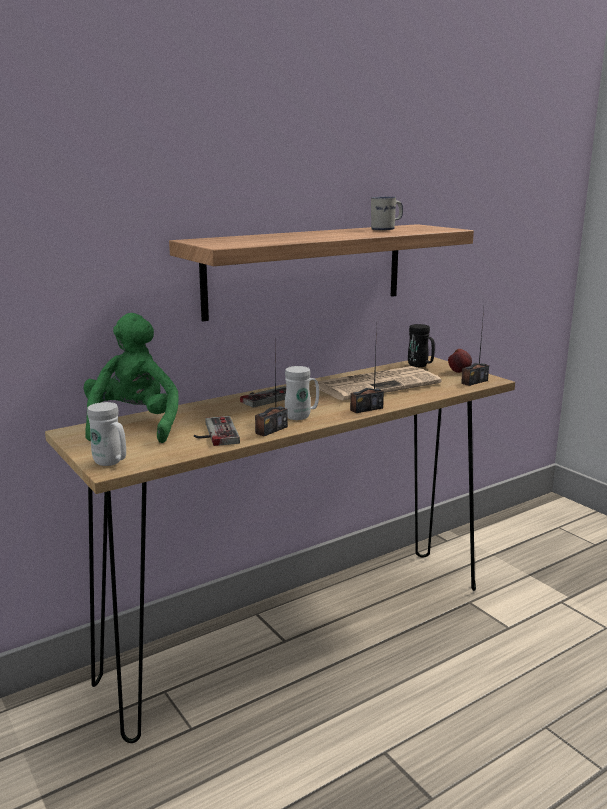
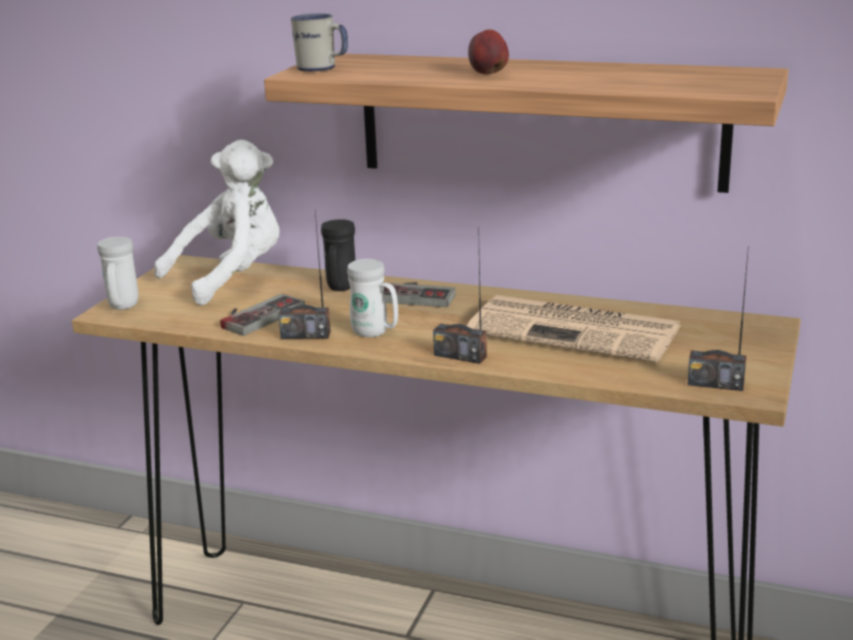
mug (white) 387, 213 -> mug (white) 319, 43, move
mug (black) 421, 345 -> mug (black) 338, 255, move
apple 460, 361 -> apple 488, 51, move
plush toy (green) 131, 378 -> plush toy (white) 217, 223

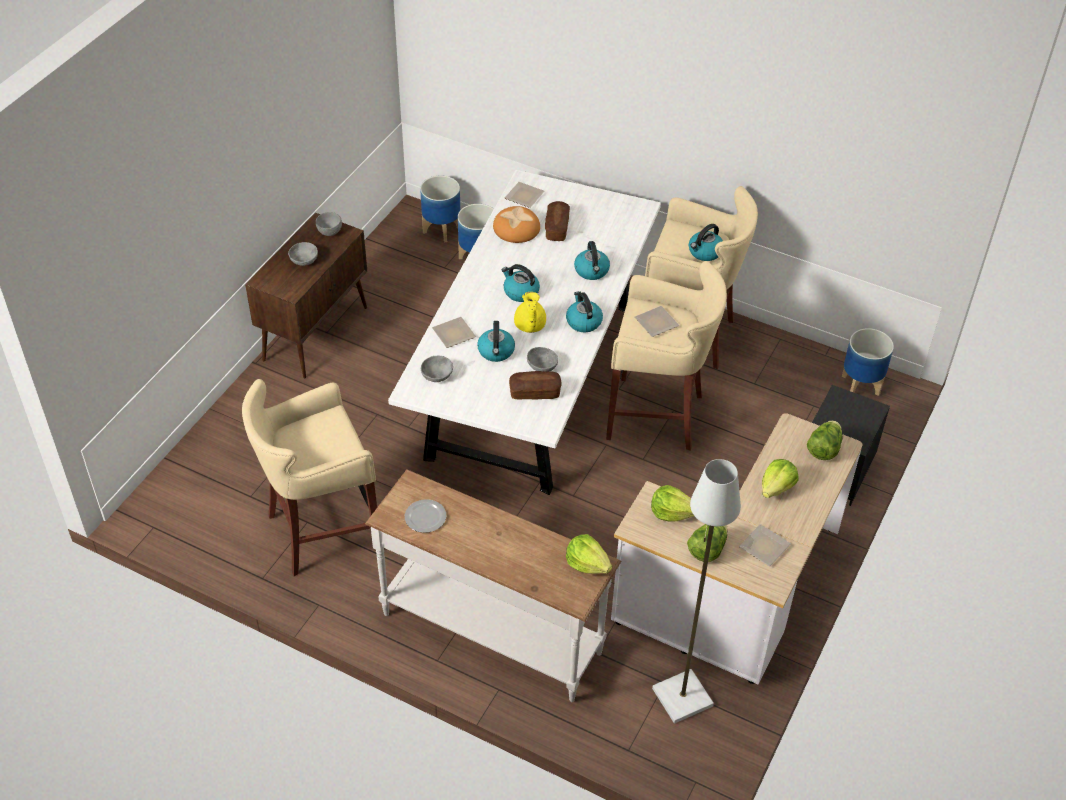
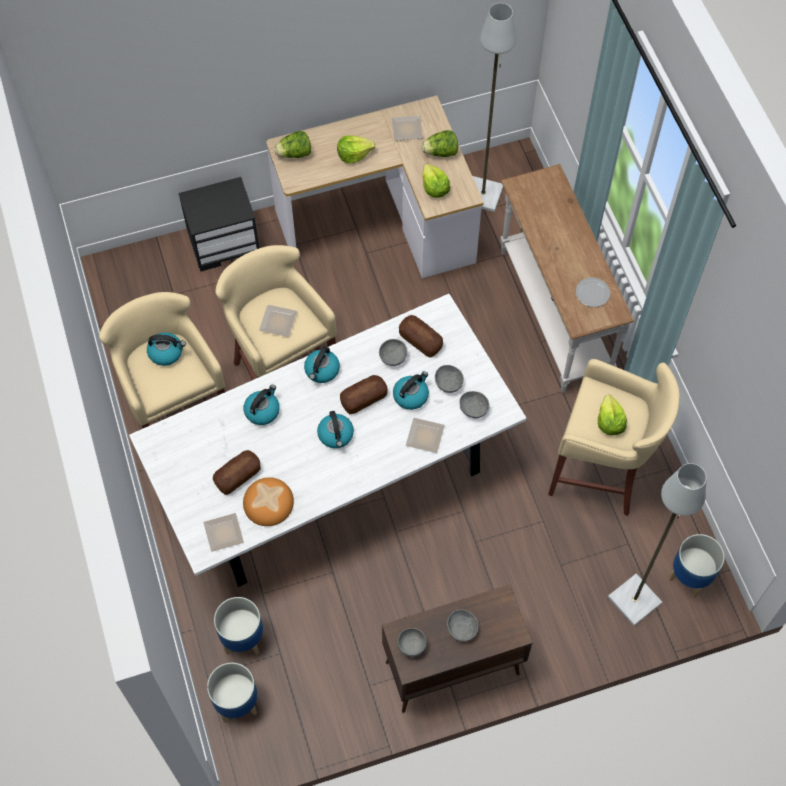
none -> bowl (grey) 449, 379
none -> floor lamp (grey) 657, 544
lettuce 589, 554 -> lettuce 612, 415, move
planter 868, 362 -> planter 697, 566, move
teapot (yellow) 530, 312 -> bread 363, 394

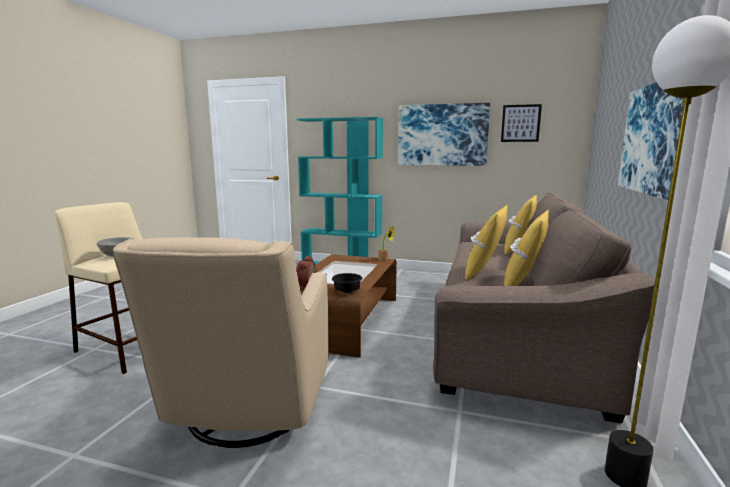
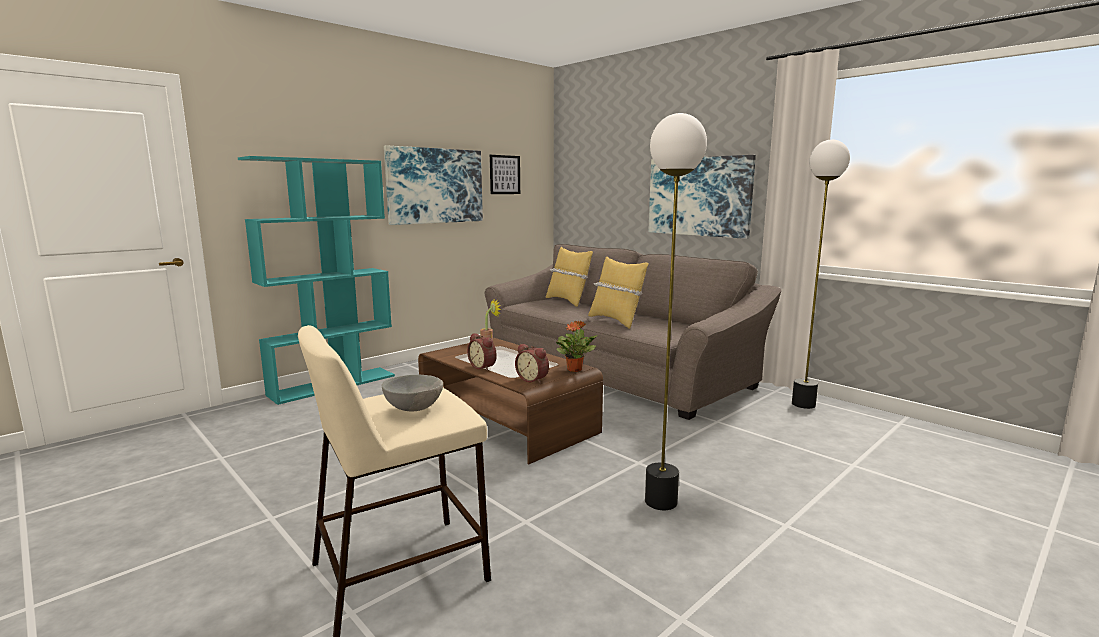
pillow (yellow) 526, 248 -> none
none -> alarm clock 482, 352
armchair (beige) 221, 342 -> floor lamp 676, 311
bowl (black) 347, 283 -> potted plant 576, 346

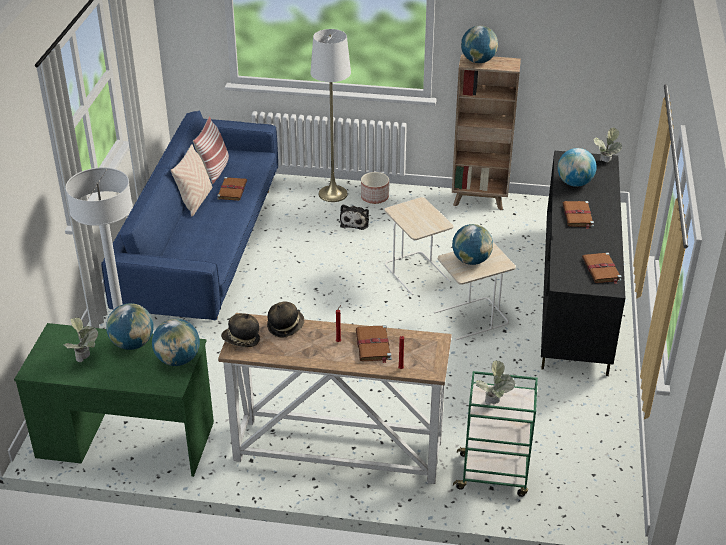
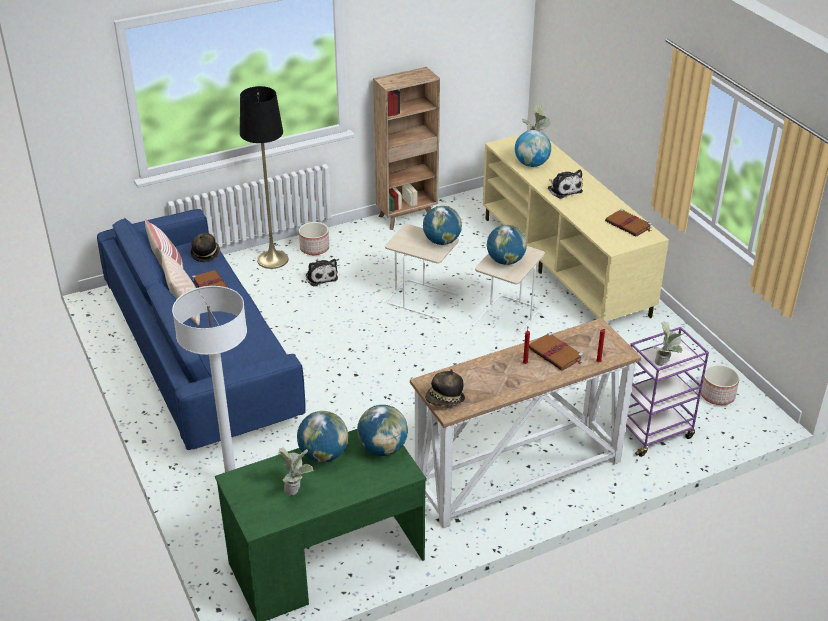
none -> planter 720, 384
hat 285, 319 -> hat 205, 247, move
globe 479, 44 -> globe 442, 225, move
book (brown) 578, 215 -> plush toy 565, 184
floor lamp (white) 331, 115 -> floor lamp (black) 264, 177
cart (green) 495, 434 -> cart (purple) 660, 392
tv stand (black) 583, 263 -> tv stand (beige) 576, 228

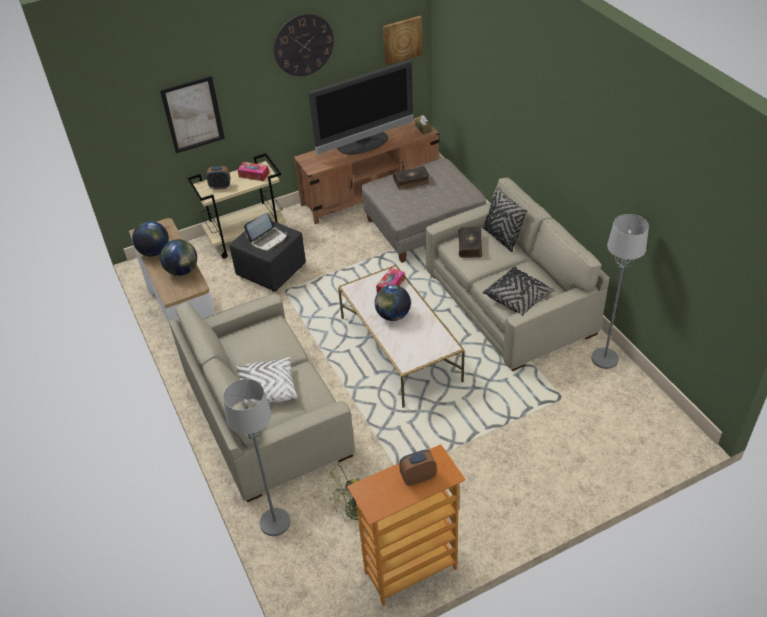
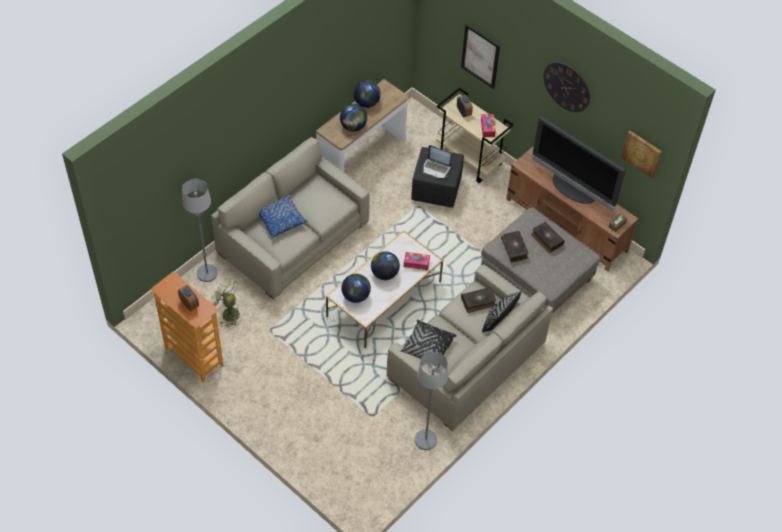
none -> globe 356, 288
none -> book 514, 247
pillow (white) 267, 381 -> pillow (blue) 283, 216

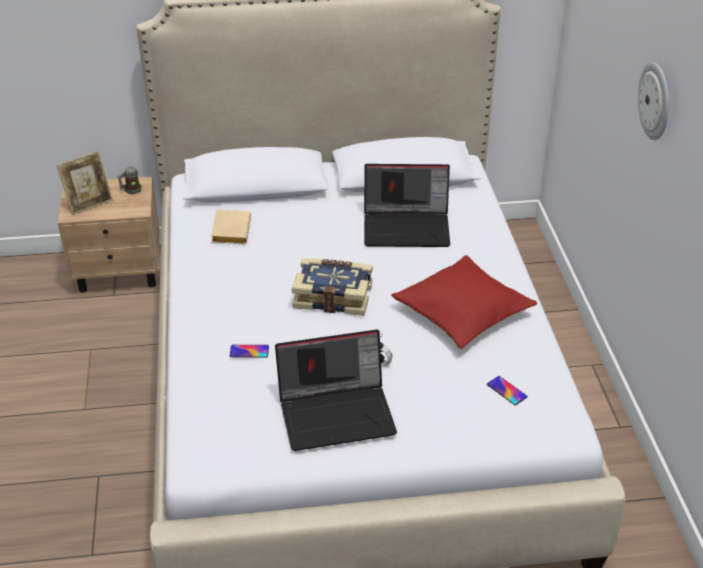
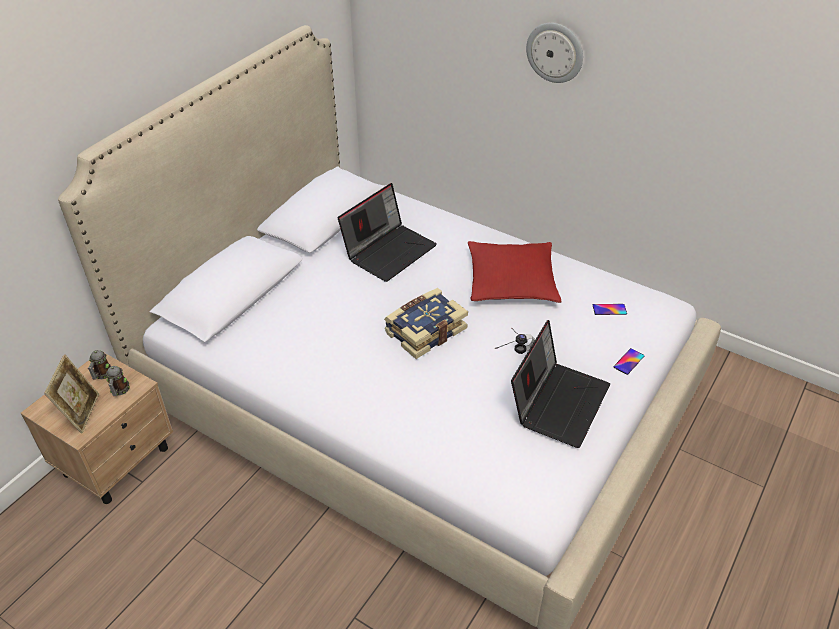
book (beige) 231, 227 -> none
none -> mug 118, 381
phone 249, 351 -> phone 629, 361, move

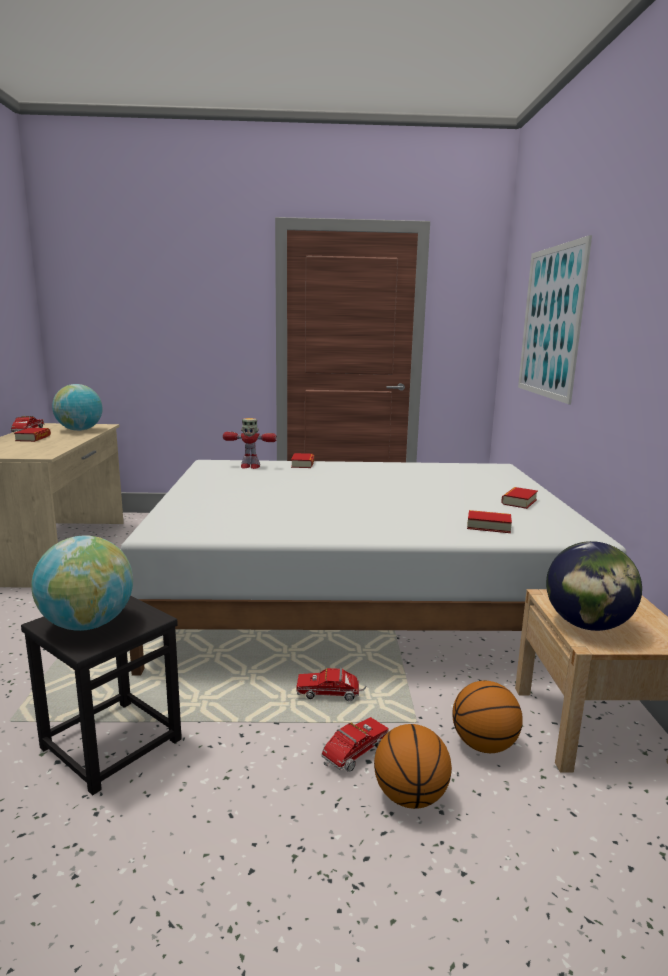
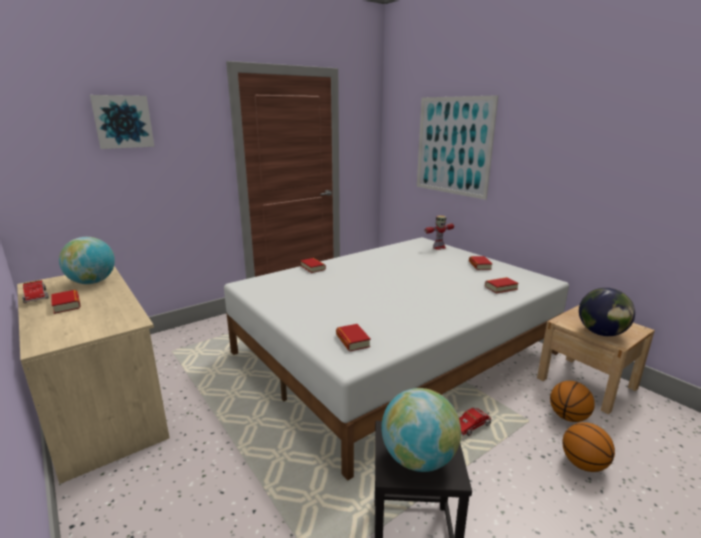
toy truck 354, 744 -> none
none -> picture 122, 122
none -> book 353, 337
toy robot 250, 443 -> toy robot 439, 232, move

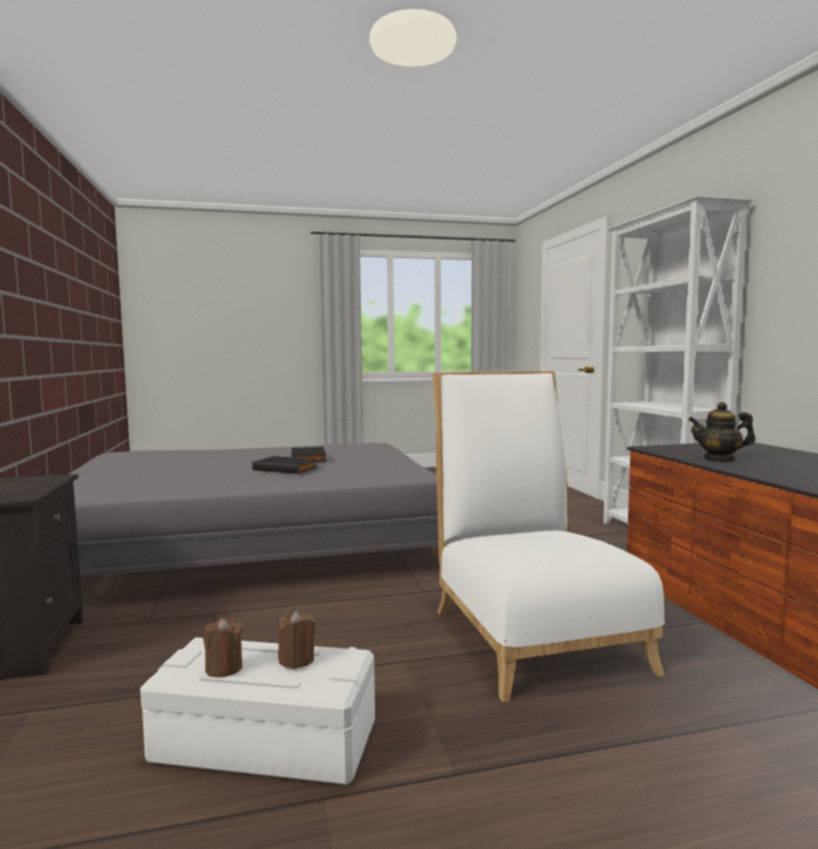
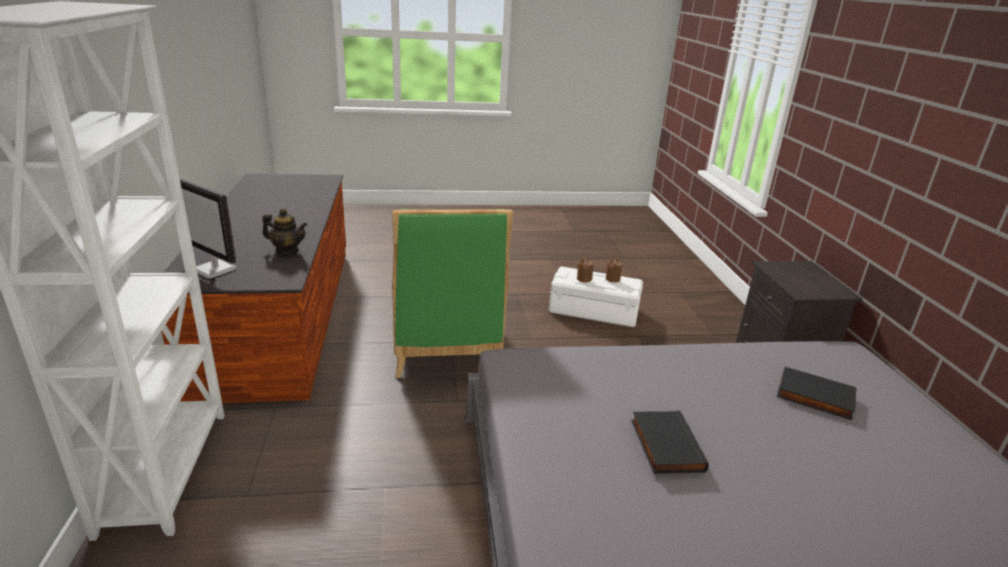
none -> monitor 208, 228
book (black) 285, 465 -> book (black) 817, 393, move
chair (white) 548, 536 -> chair (green) 452, 293

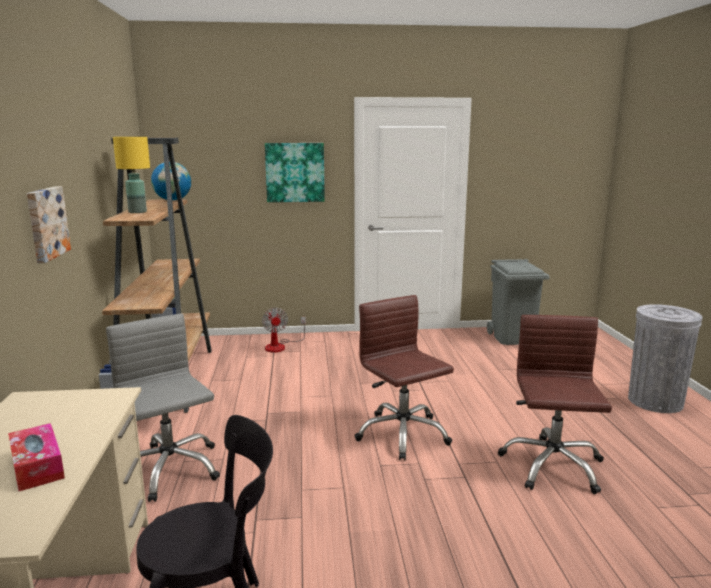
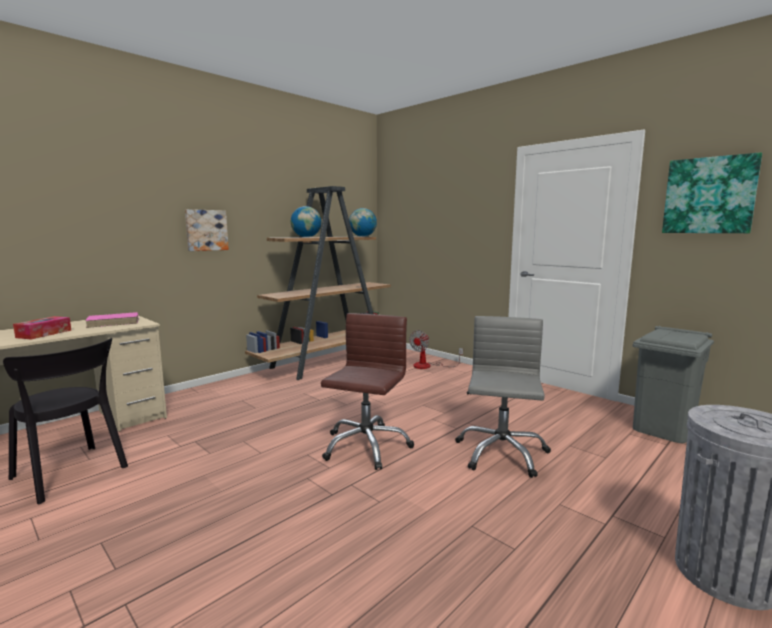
office chair (brown) 555, 404 -> none
none -> book (pink) 111, 320
office chair (grey) 163, 407 -> office chair (grey) 503, 397, move
picture 295, 172 -> picture 712, 192, move
table lamp (yellow) 131, 175 -> globe 306, 221

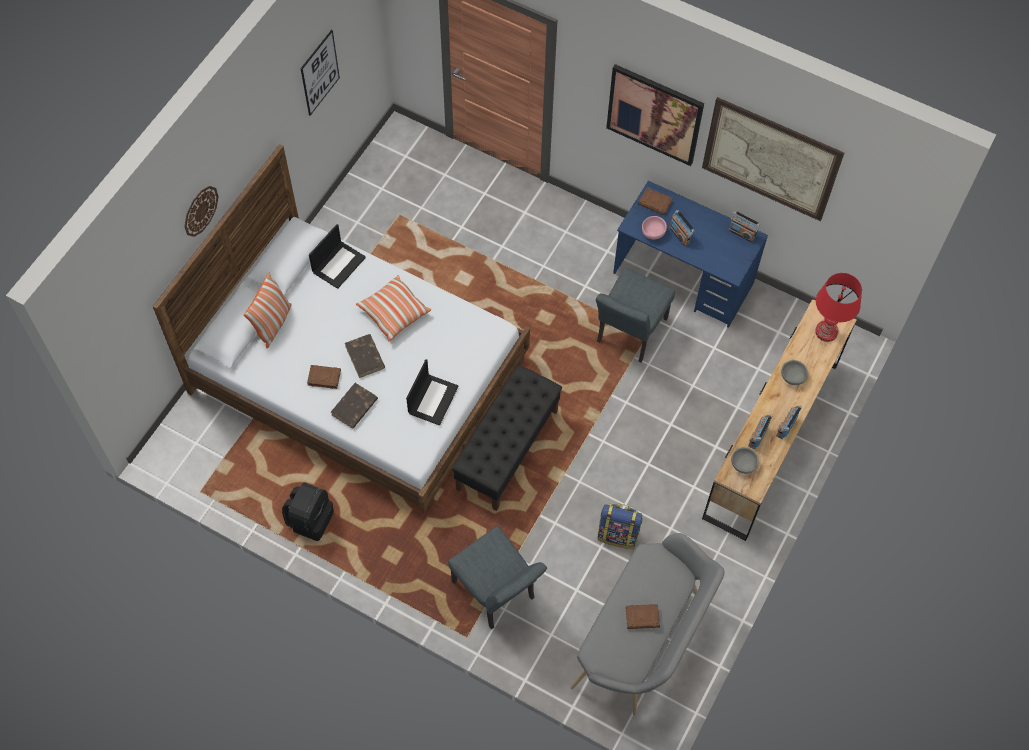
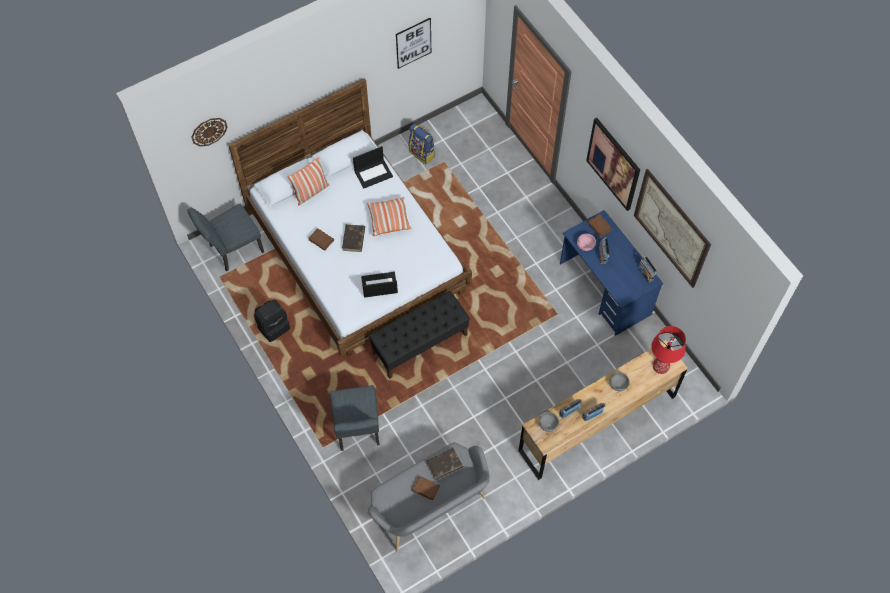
wall clock 202, 211 -> wall clock 209, 132, move
book (brown) 354, 405 -> book (brown) 444, 464, move
chair (grey) 635, 315 -> chair (grey) 225, 237, move
backpack 620, 526 -> backpack 422, 144, move
laptop 432, 392 -> laptop 379, 284, 150 degrees counterclockwise

